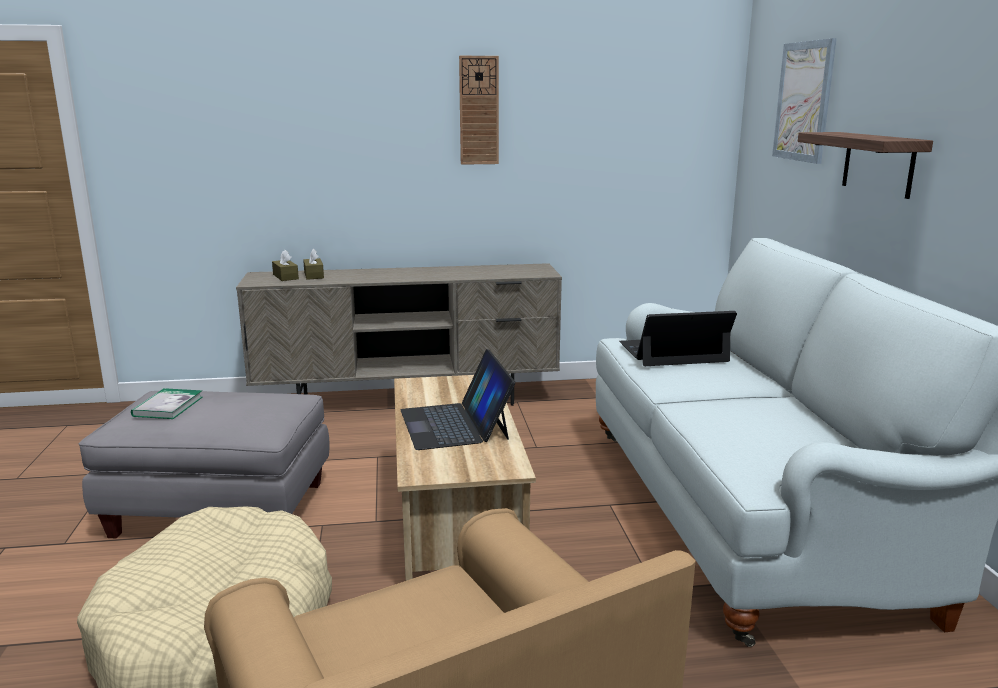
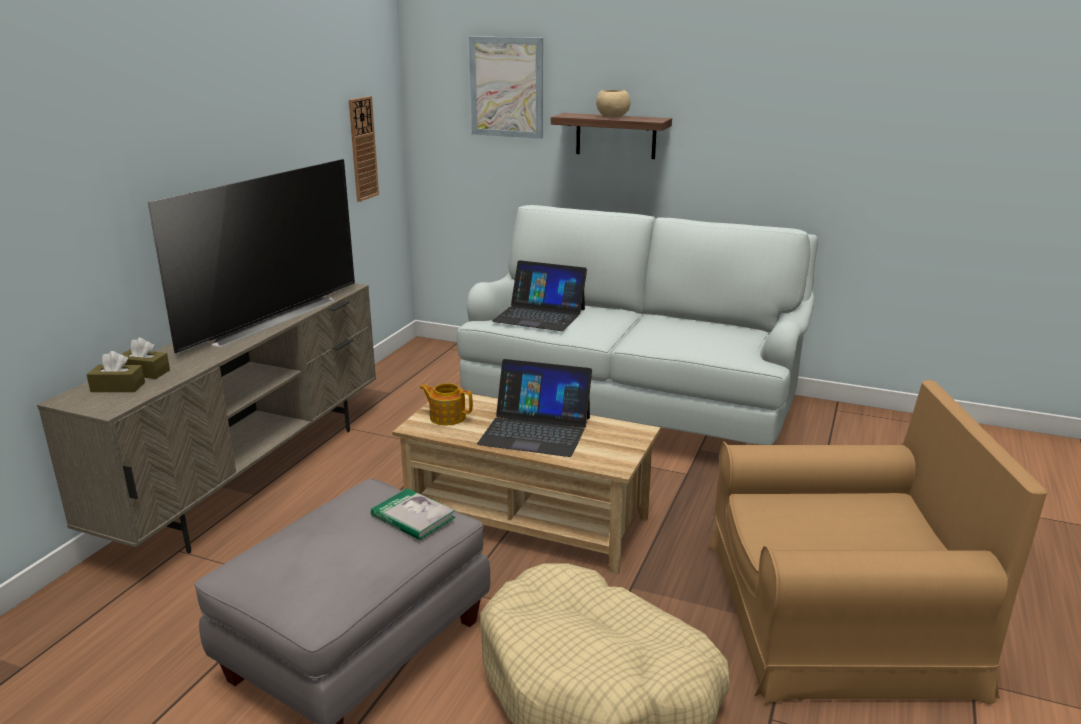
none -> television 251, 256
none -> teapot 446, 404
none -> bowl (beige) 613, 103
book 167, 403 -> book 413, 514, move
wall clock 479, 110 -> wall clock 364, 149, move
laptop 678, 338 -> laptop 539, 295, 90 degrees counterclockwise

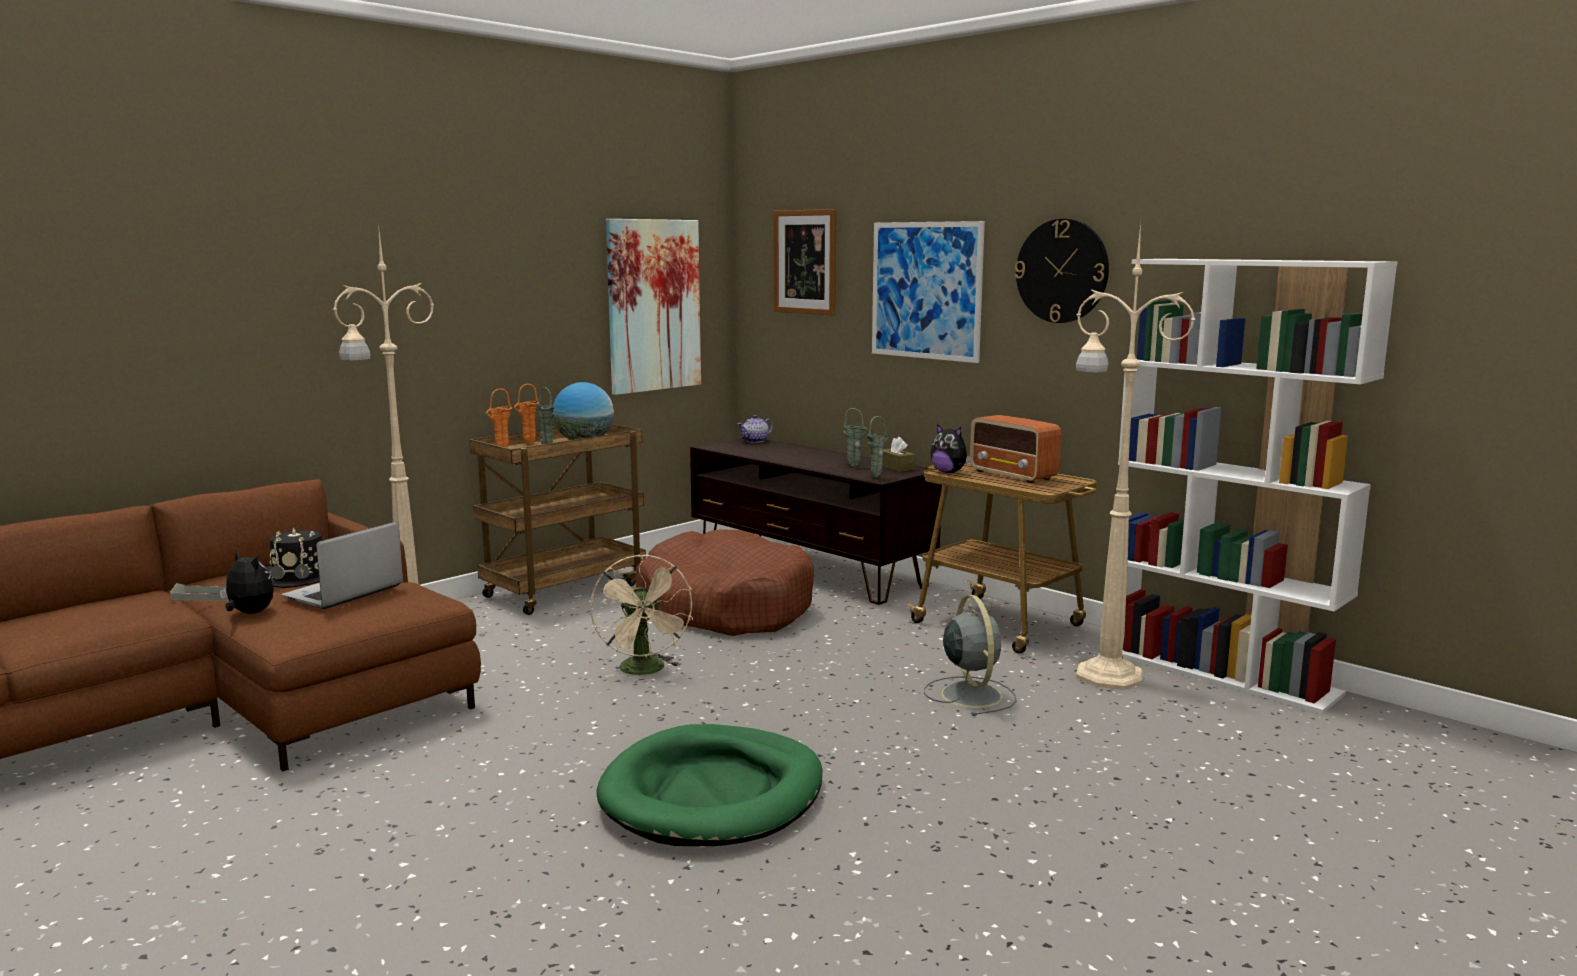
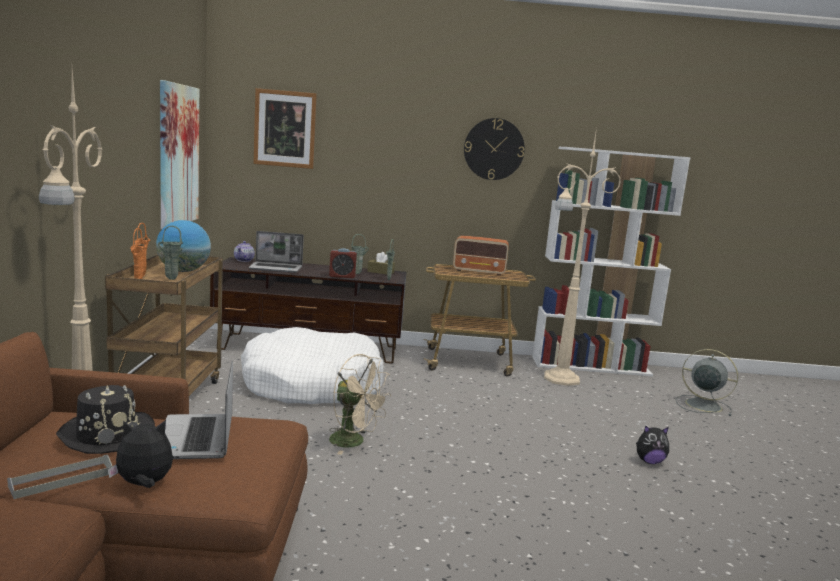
dog bed (green) 709, 785 -> none
picture 928, 292 -> none
none -> laptop 276, 252
none -> alarm clock 343, 263
fan (grey) 970, 655 -> fan (grey) 707, 382, move
plush toy 952, 448 -> plush toy 652, 444, move
dog bed (brown) 725, 582 -> dog bed (white) 312, 365

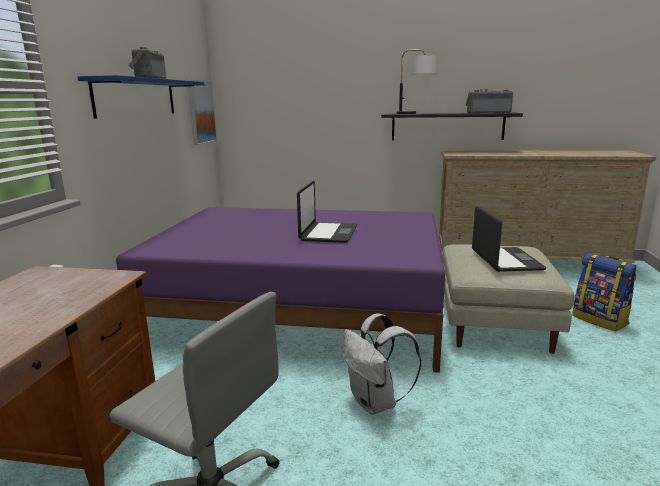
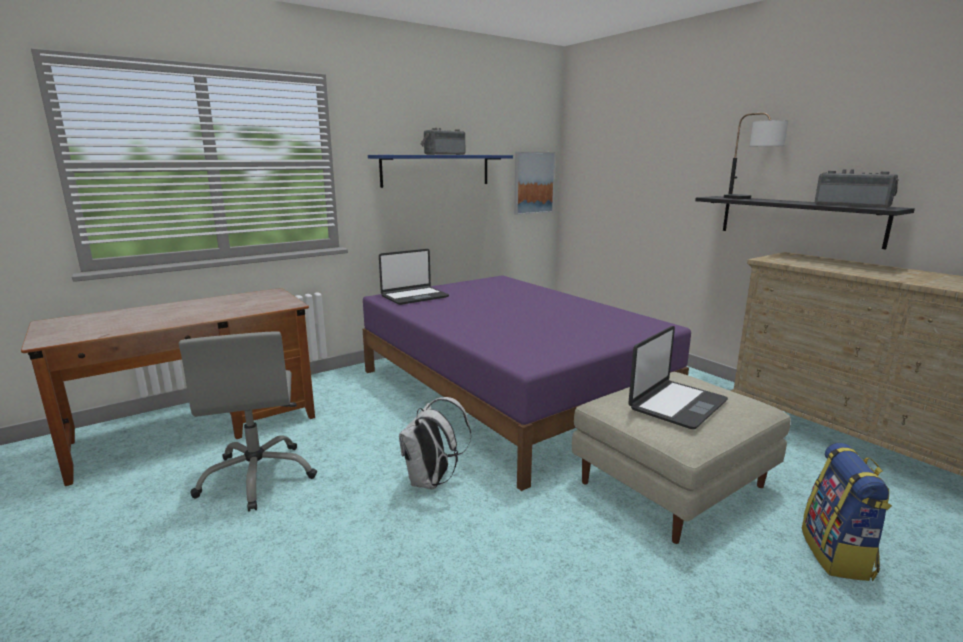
laptop 327, 212 -> laptop 414, 277, move

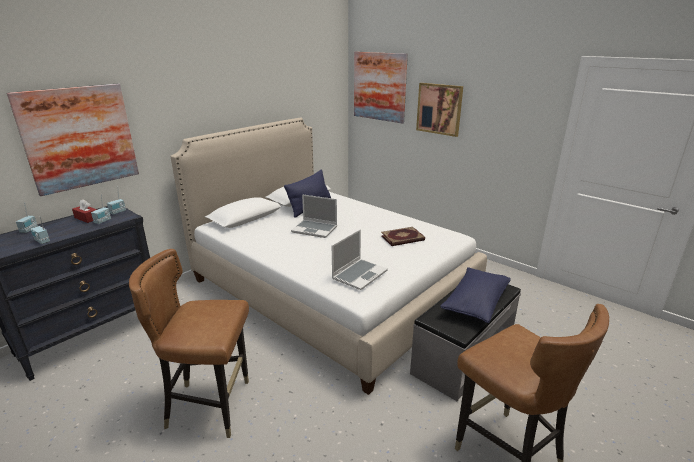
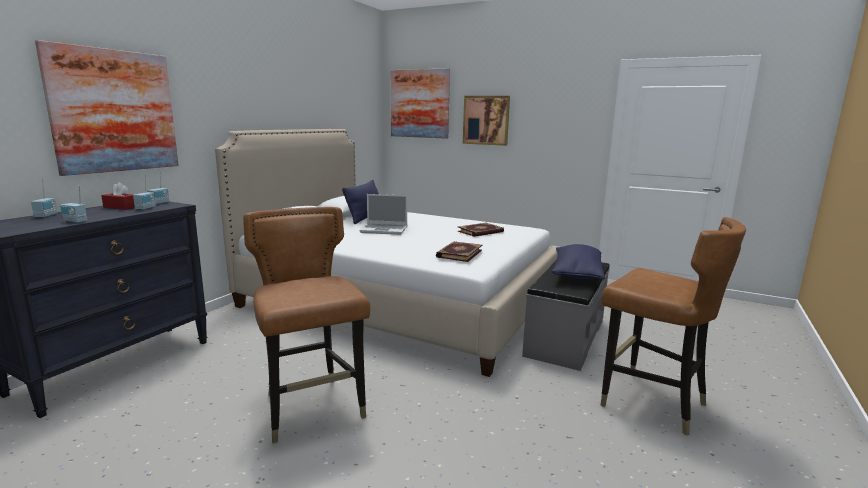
laptop 360, 259 -> book 459, 251
chair (brown) 189, 343 -> chair (brown) 306, 325, 75 degrees clockwise

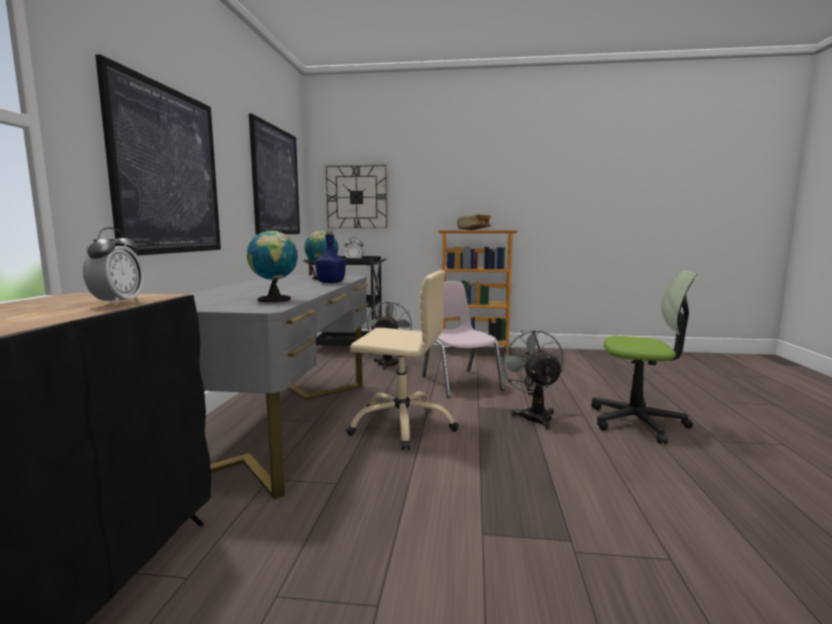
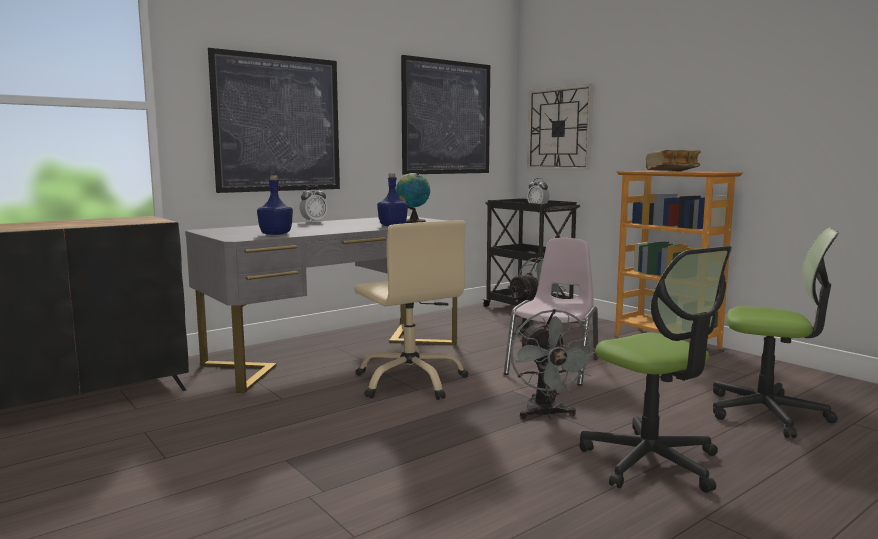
none -> office chair 776, 332
alarm clock 113, 266 -> alarm clock 314, 204, move
globe 272, 266 -> bottle (blue) 275, 205
fan (grey) 531, 380 -> fan (grey) 553, 364, 135 degrees clockwise

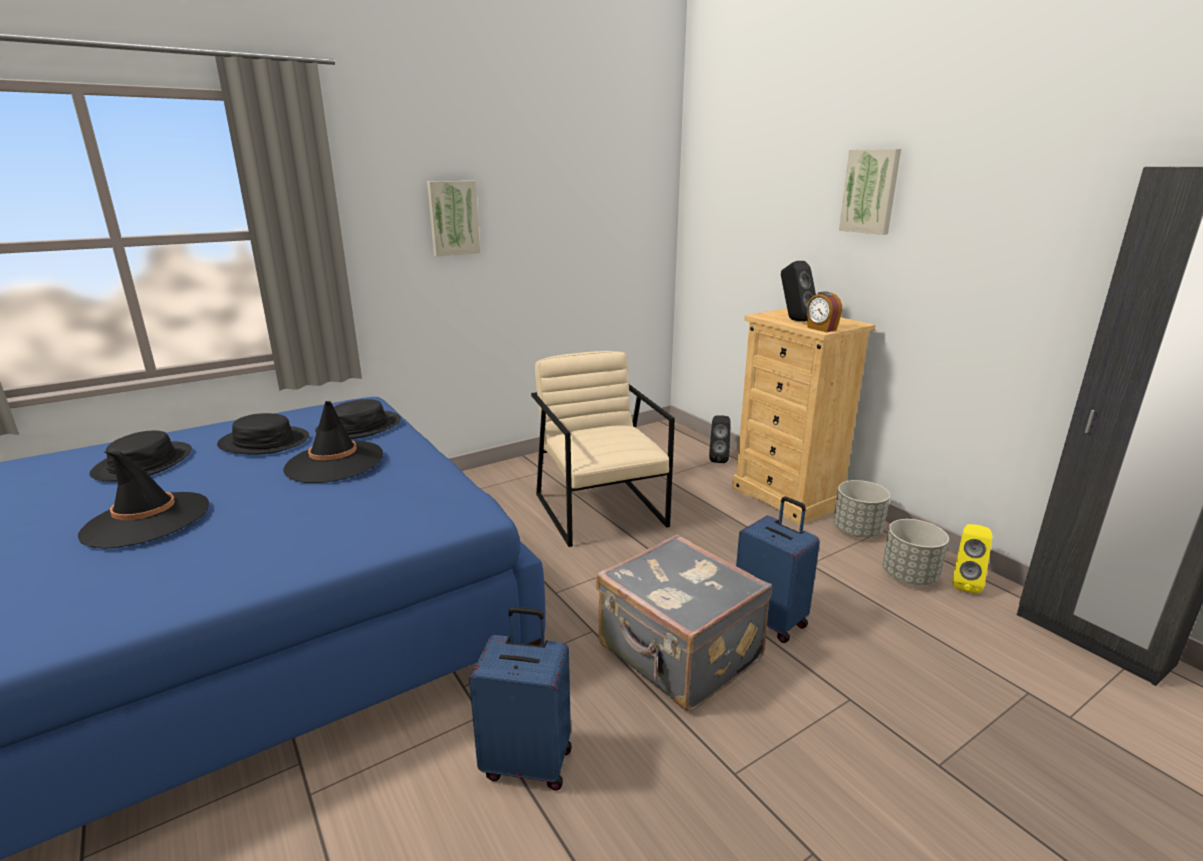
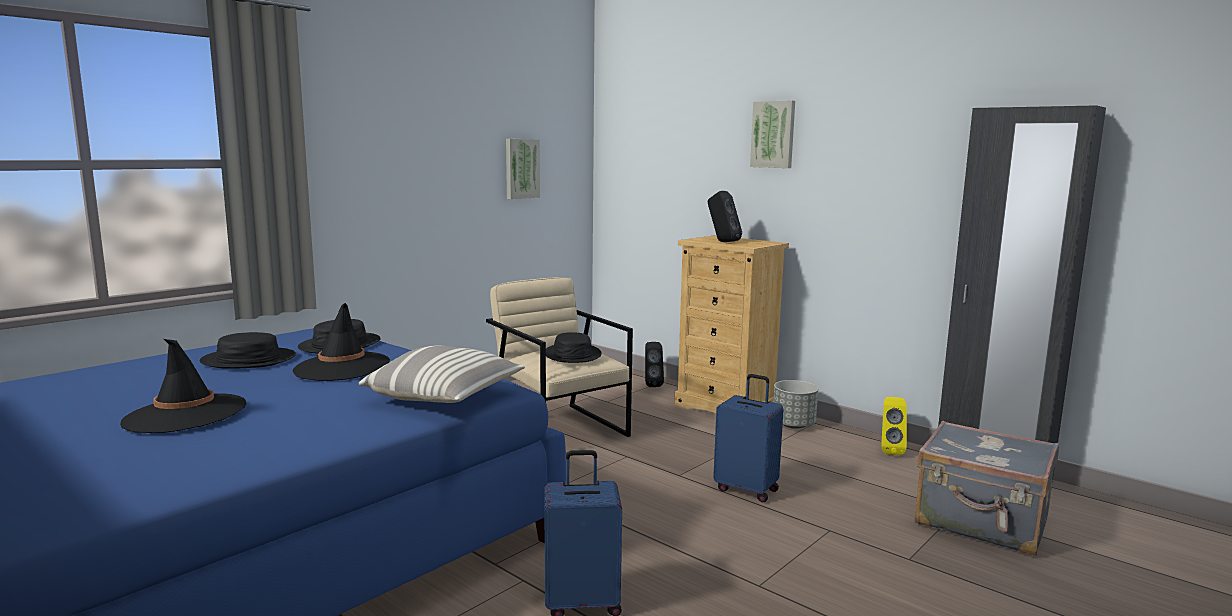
alarm clock 824, 311 -> none
planter (grey) 915, 552 -> none
none -> pillow 441, 374
hat (black) 140, 455 -> hat (black) 574, 347, move
picture 453, 219 -> picture 523, 169, move
suitcase (grey) 684, 623 -> suitcase (grey) 987, 488, move

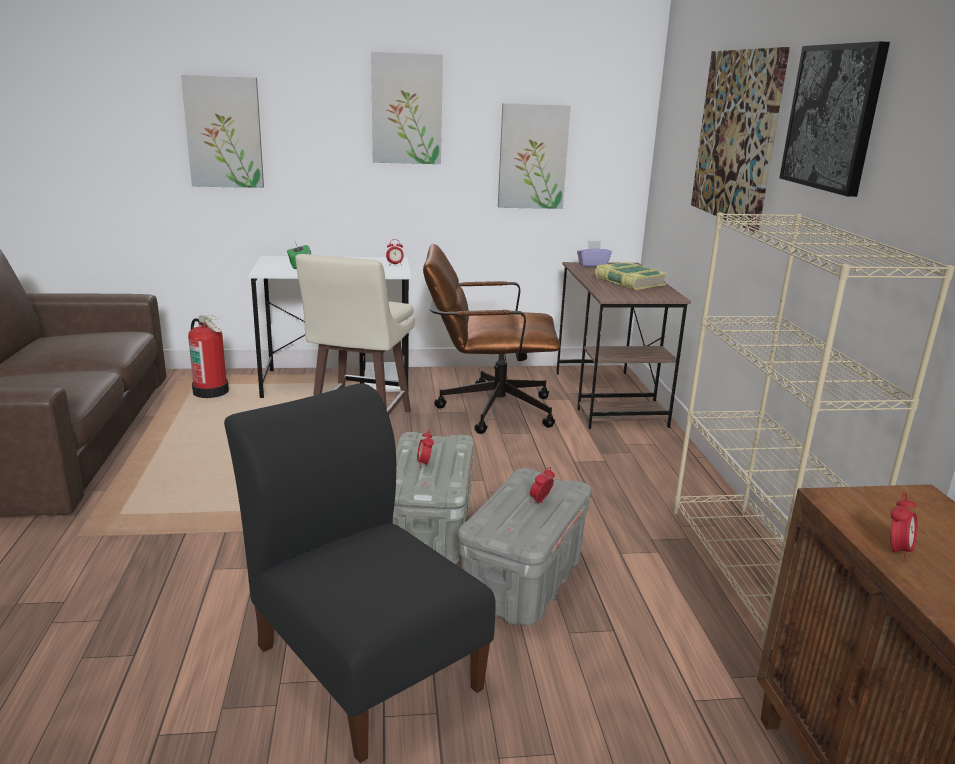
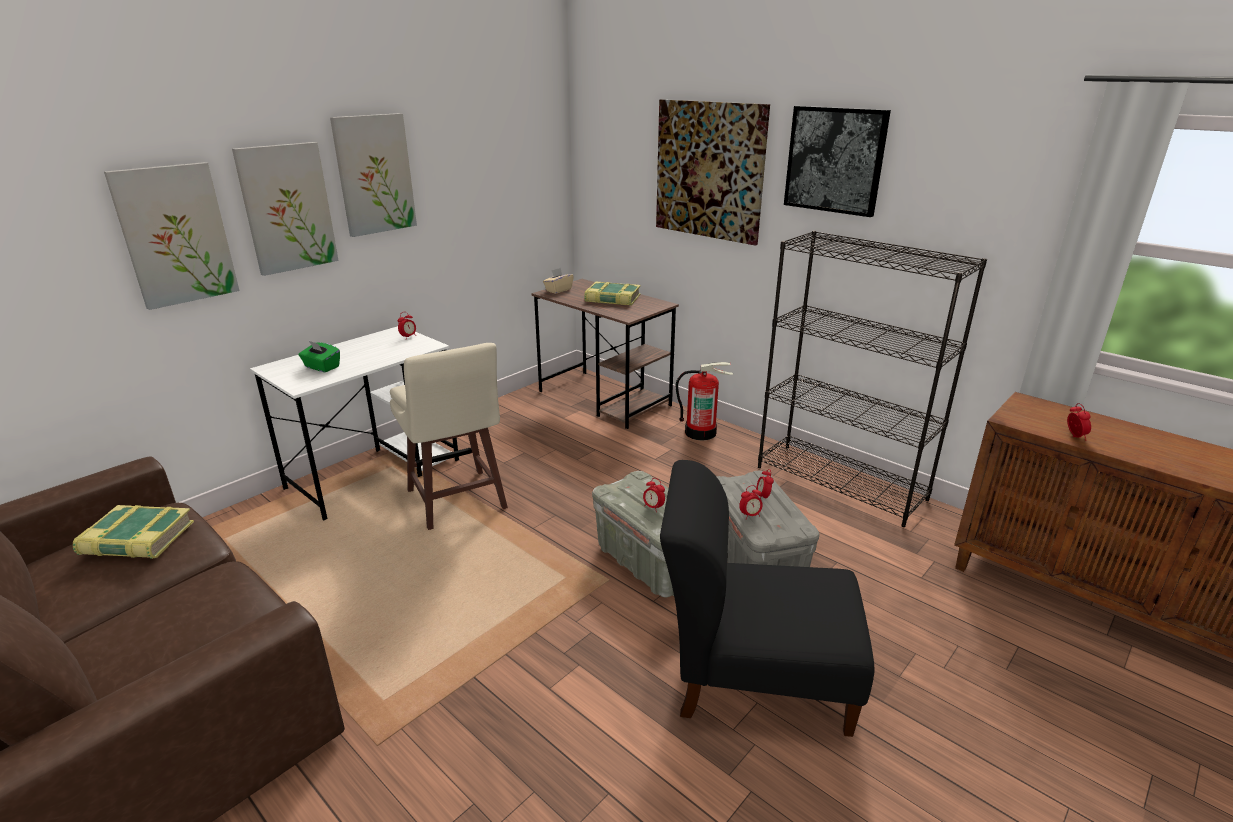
office chair (brown) 491, 339 -> none
none -> book 133, 532
none -> alarm clock 751, 502
fire extinguisher 208, 356 -> fire extinguisher 705, 401, move
picture 534, 156 -> picture 285, 209, move
tissue box (purple) 594, 254 -> tissue box (beige) 558, 281
bookcase (beige) 814, 430 -> bookcase (black) 872, 379

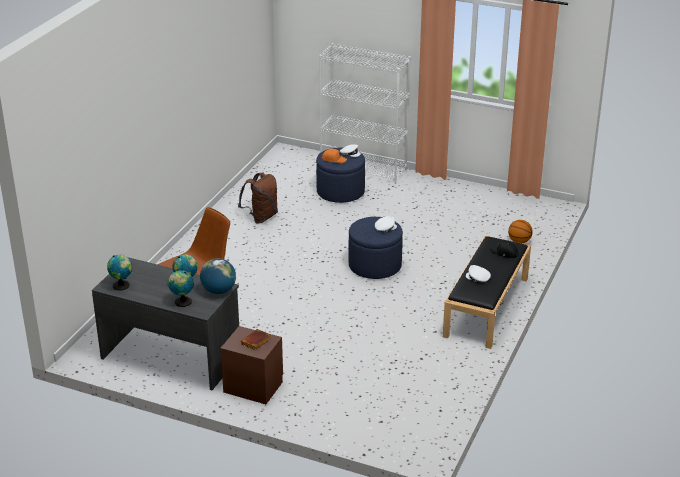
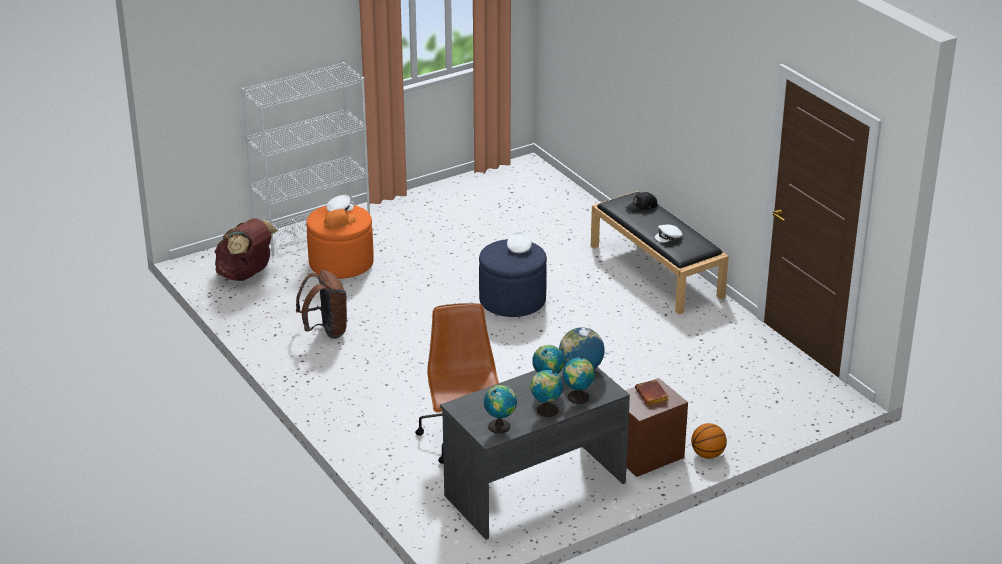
none -> backpack (brown) 246, 249
none -> globe 547, 393
basketball 520, 231 -> basketball 709, 441, move
ottoman (blue) 340, 175 -> ottoman (orange) 340, 242

